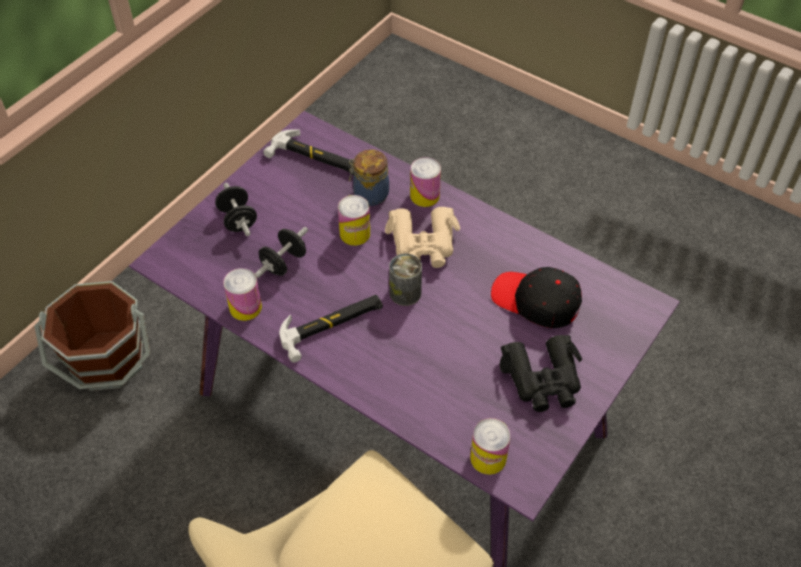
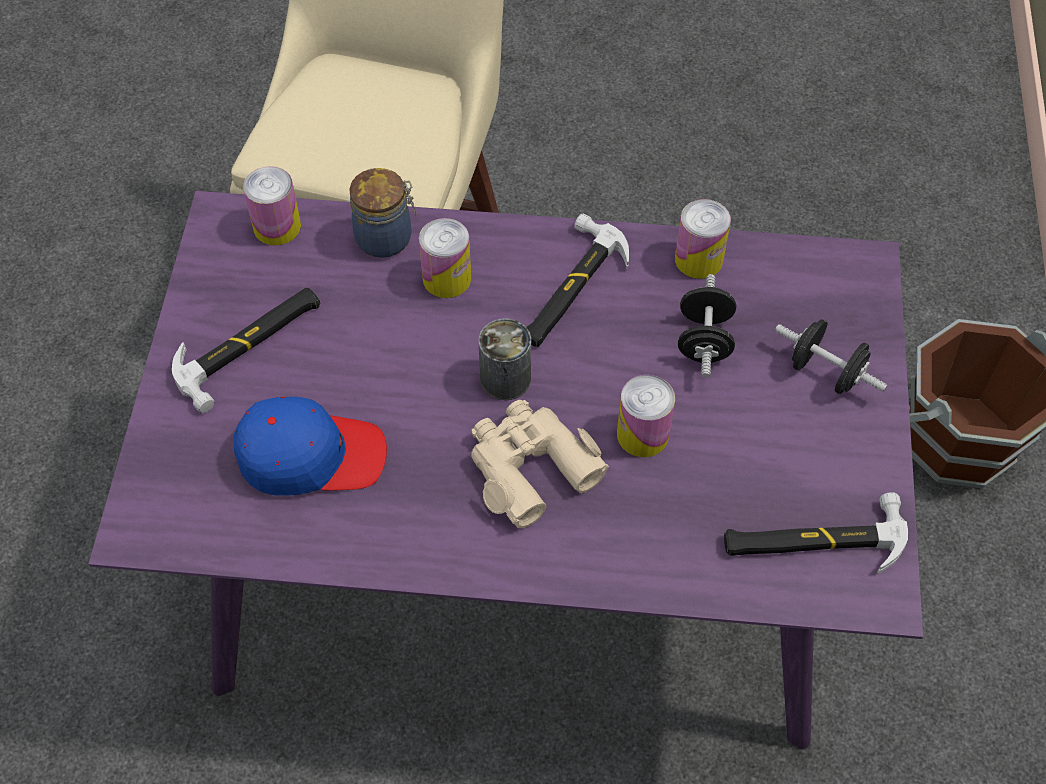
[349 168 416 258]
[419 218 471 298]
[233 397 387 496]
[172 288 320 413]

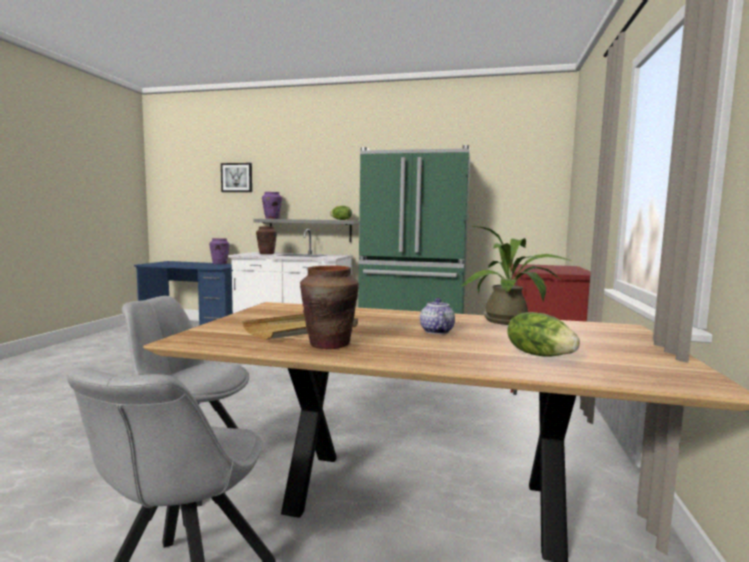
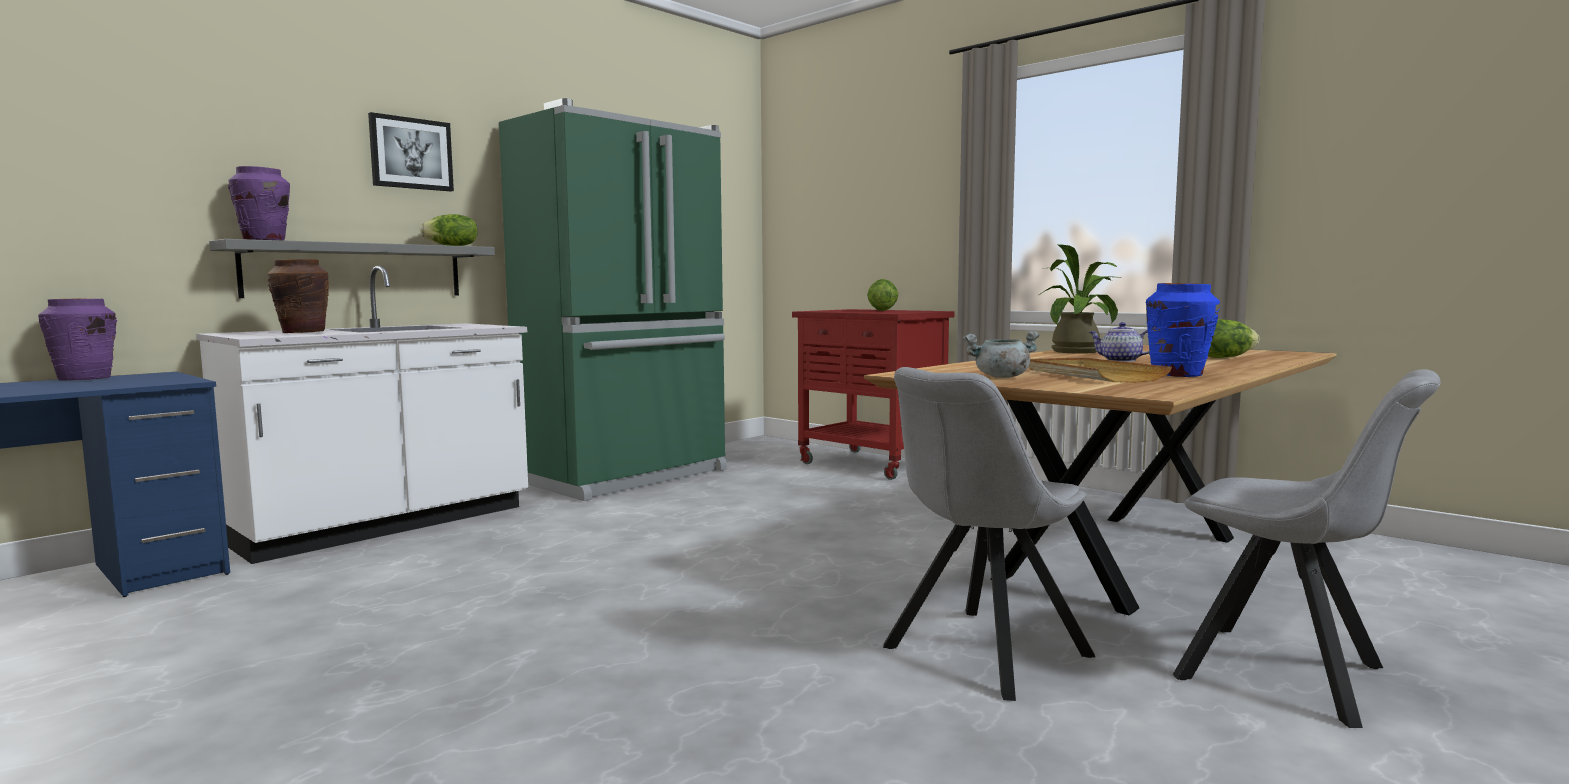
[368 112 454 191]
[1145 283 1220 377]
[867 279 898 311]
[962 331 1040 378]

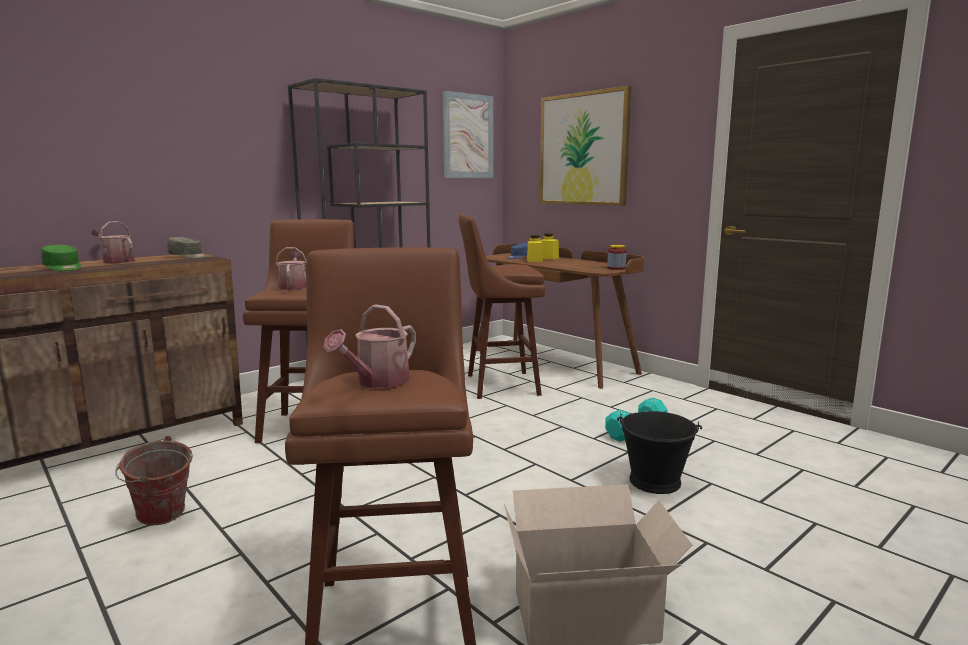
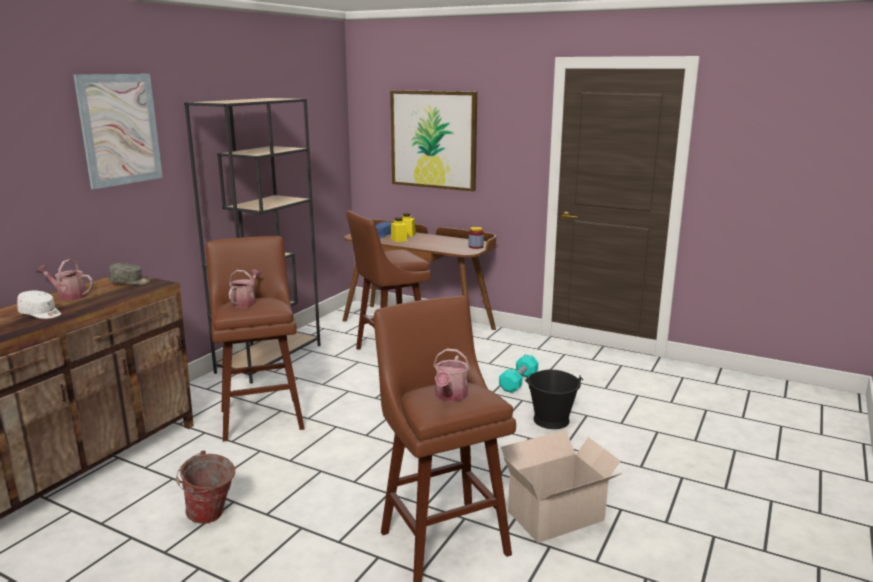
[17 291 61 319]
[229 269 261 308]
[73 74 163 189]

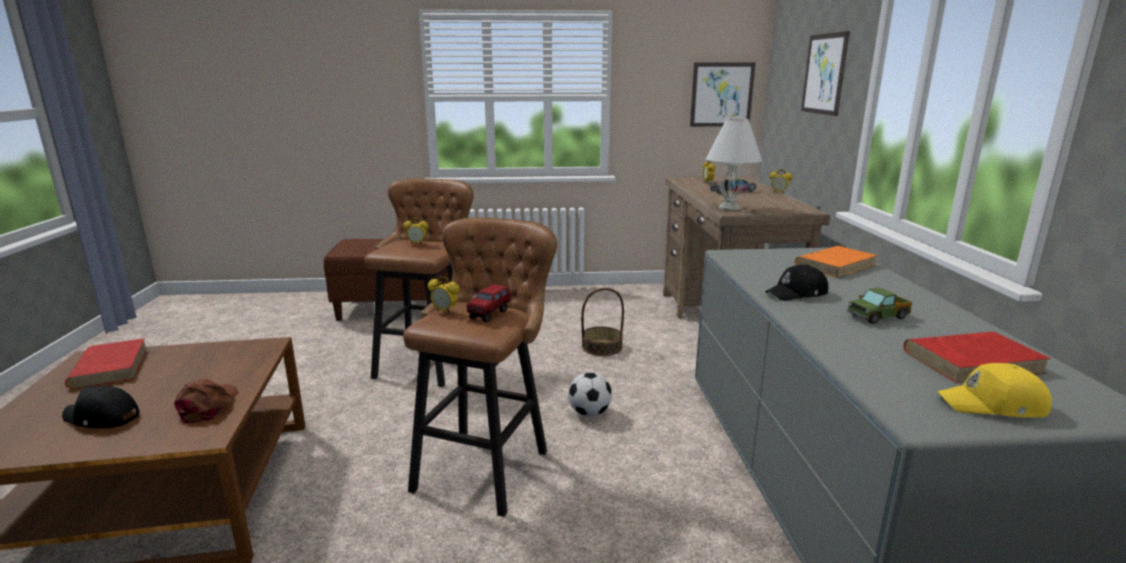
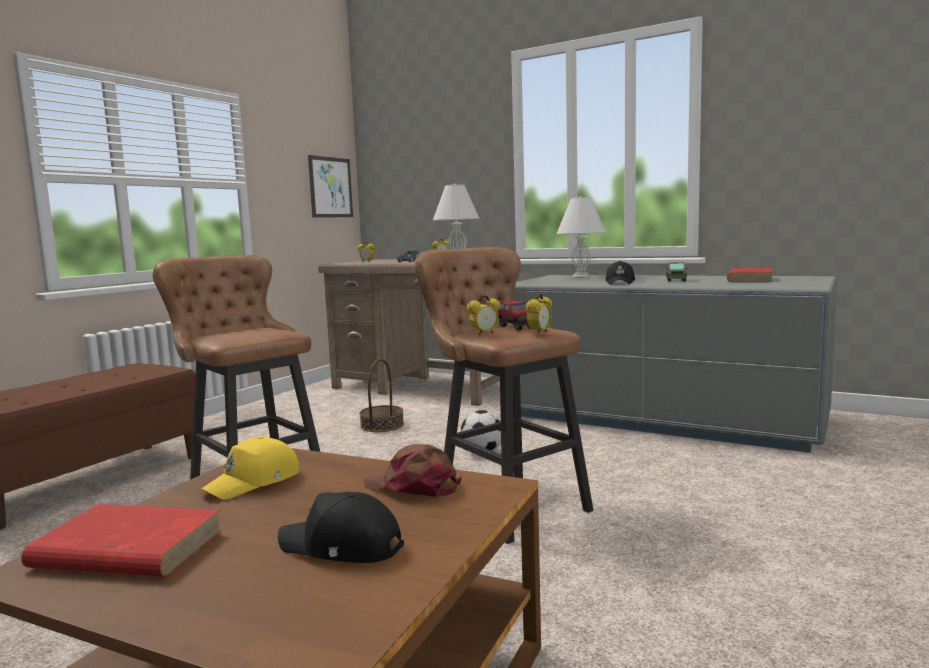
[278 491 404 563]
[526 293 552 334]
[556 196 606 278]
[801 31 850 116] (first image)
[201 436 299 500]

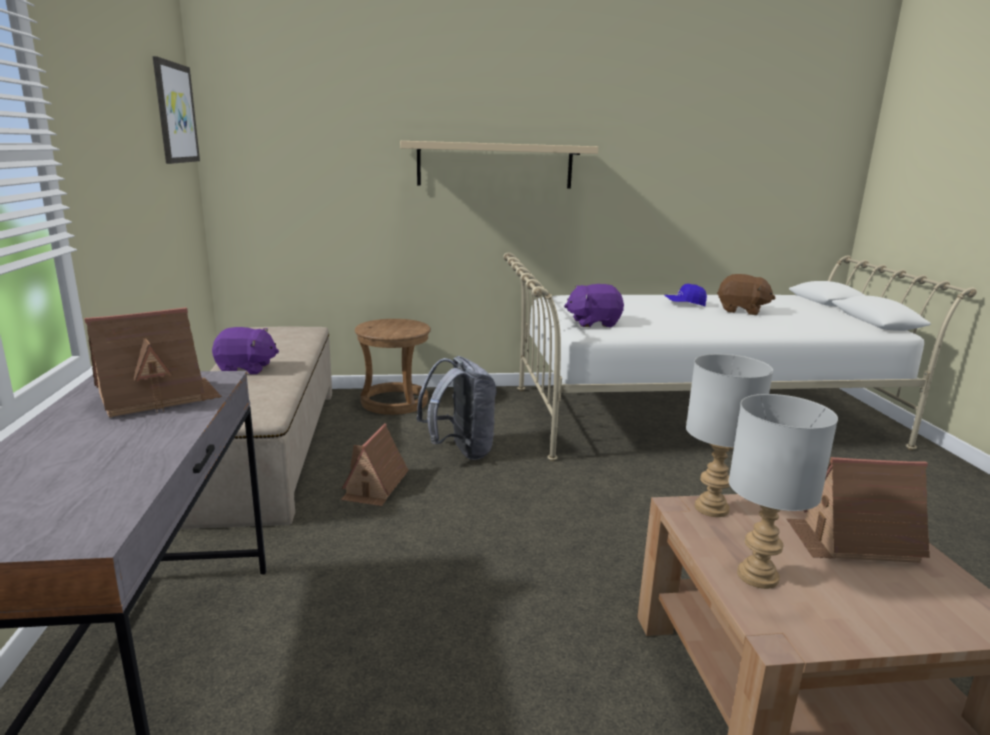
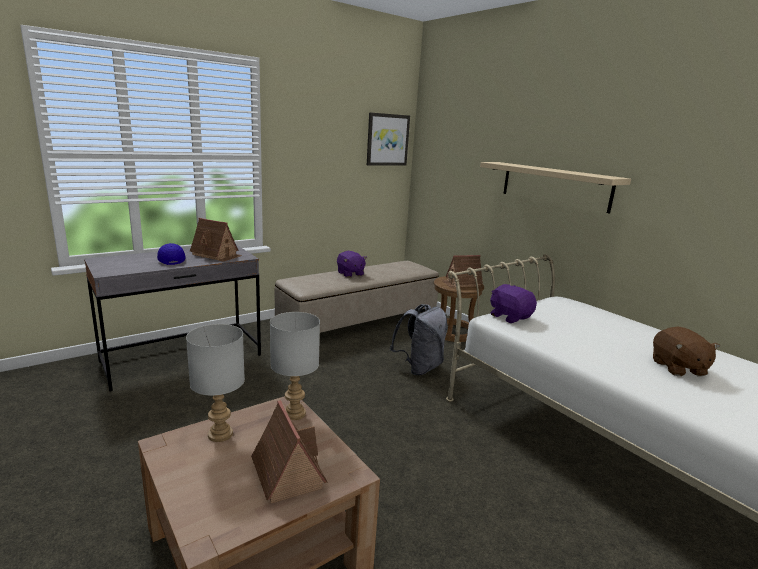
[441 255 483 288]
[157 243 186 265]

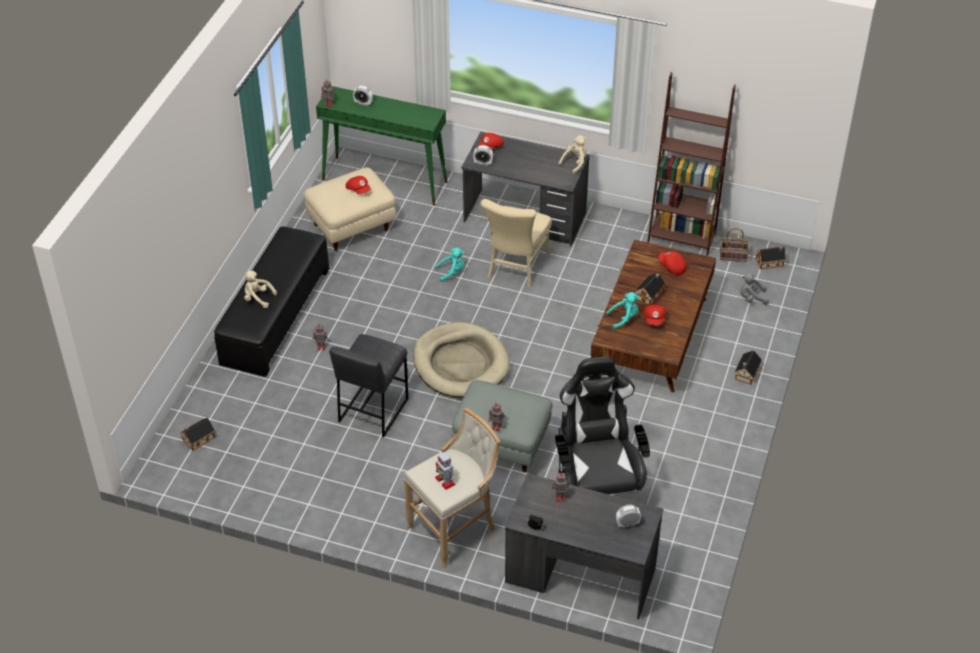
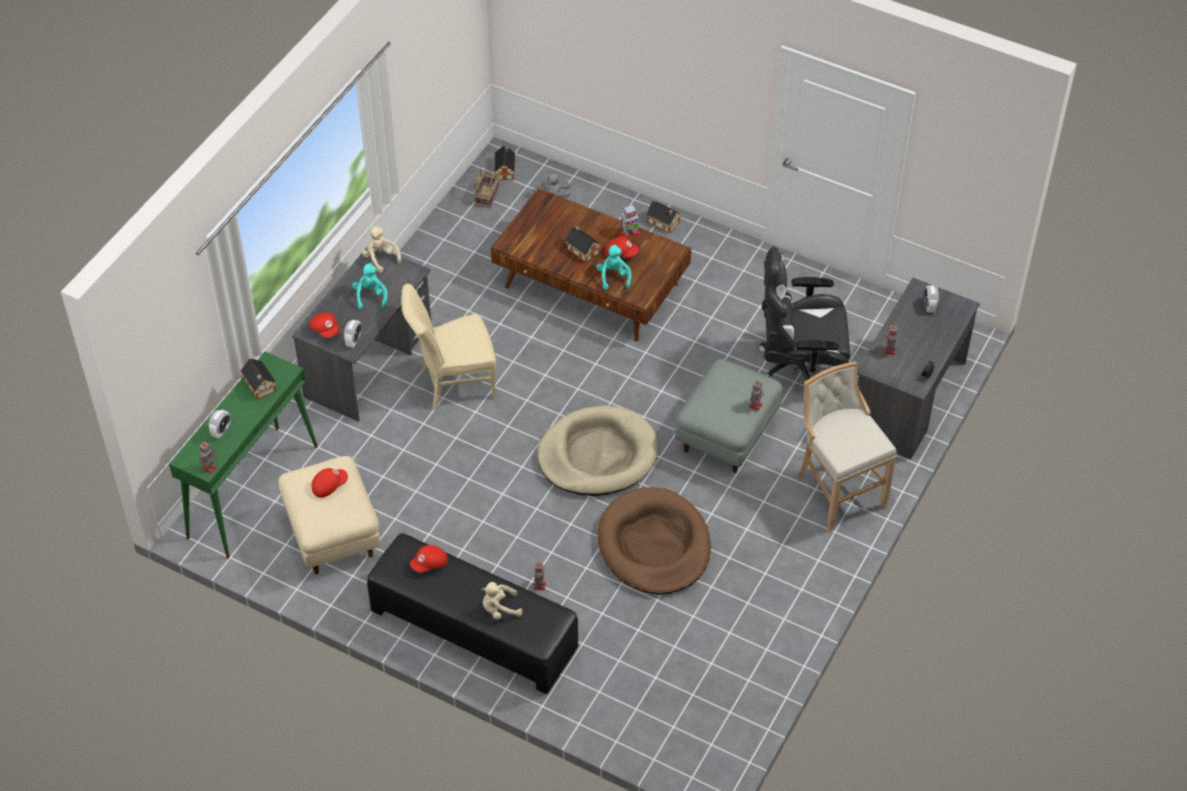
[241 359 276 400]
[482 582 522 620]
[597 487 711 594]
[352 263 388 309]
[619 204 641 239]
[401 284 498 410]
[647 72 736 256] (first image)
[410 545 448 573]

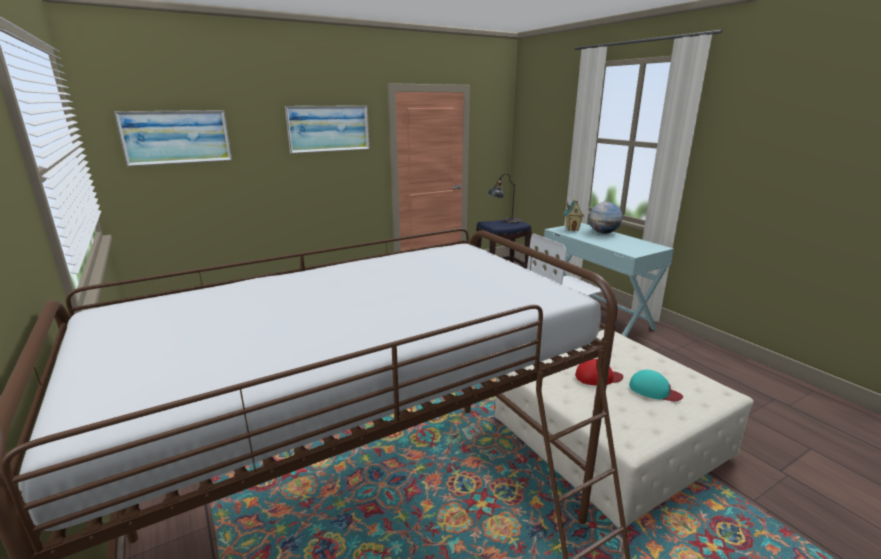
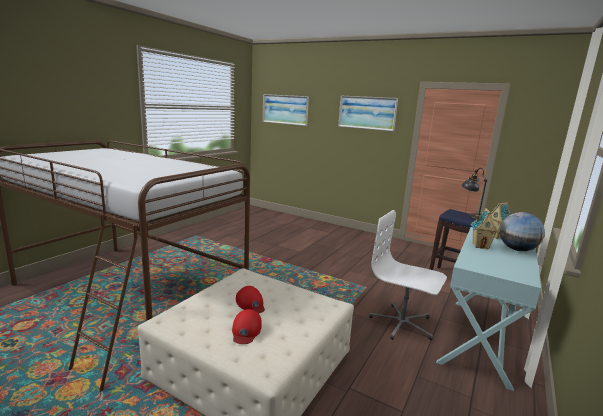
[232 309 262 344]
[471 208 499 249]

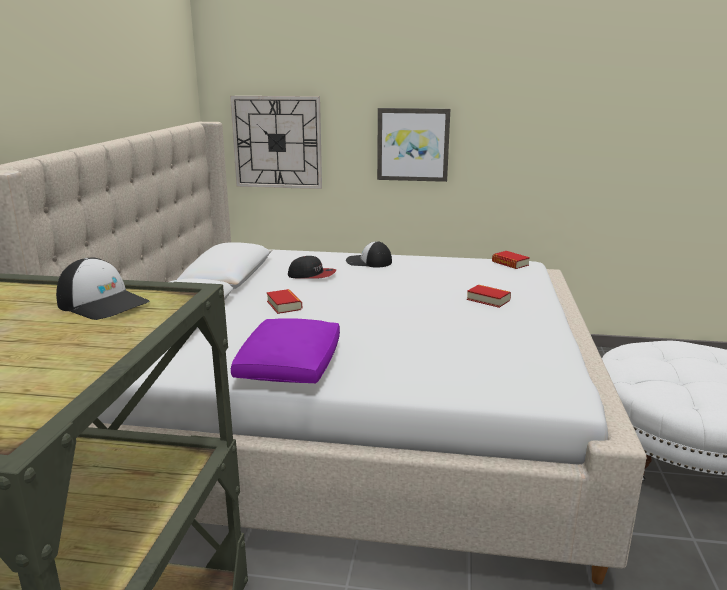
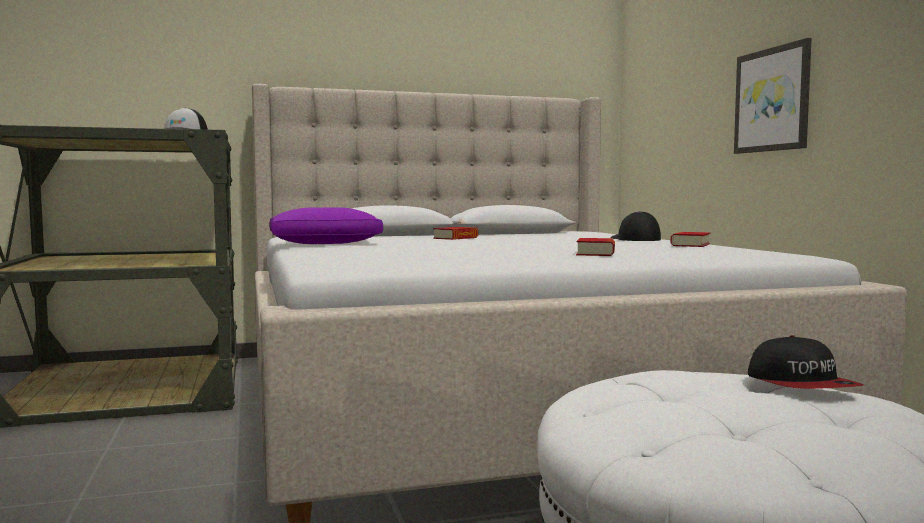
[230 96 322 189] (first image)
[748 335 864 389]
[671 232 710 247]

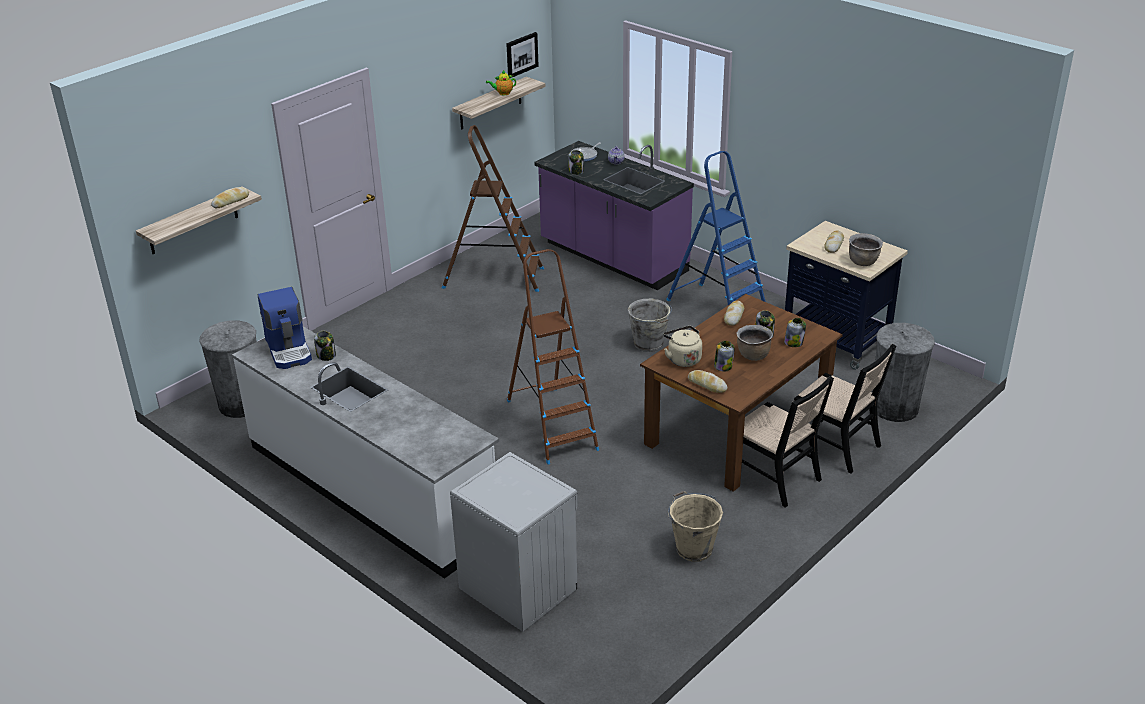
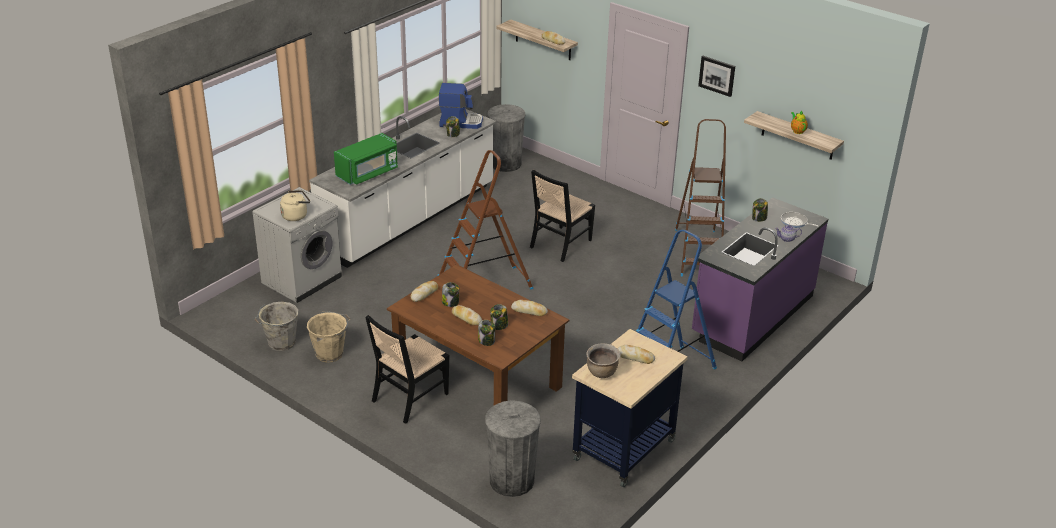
[439 83 483 129]
[698 56 735 97]
[255 302 298 351]
[280 190 310 221]
[452 305 482 326]
[530 170 595 262]
[334 133 398 185]

